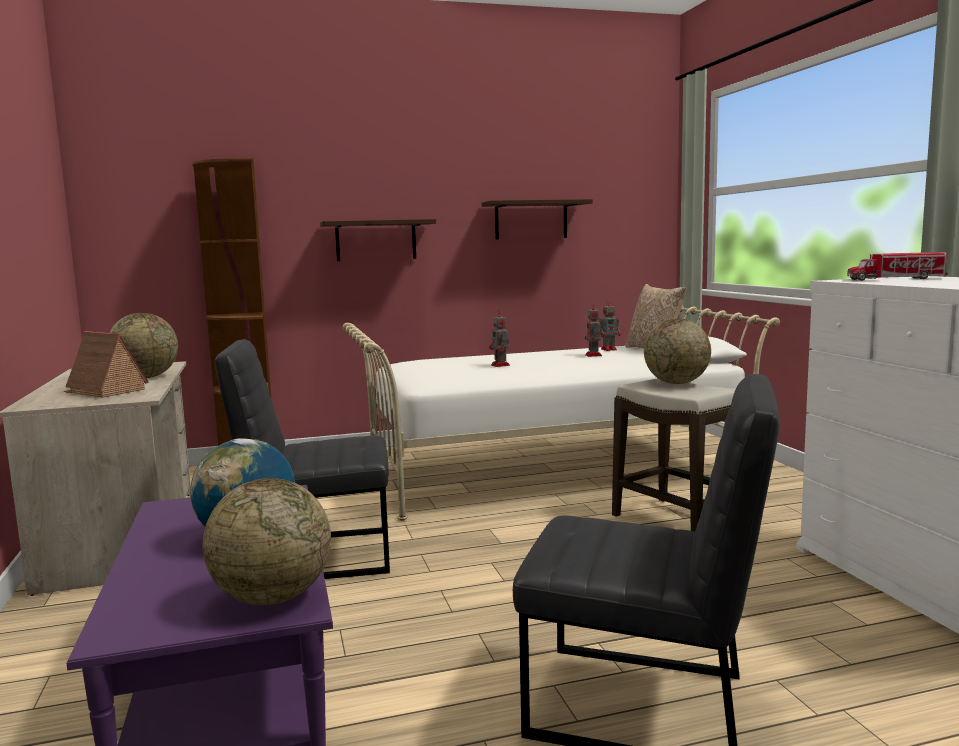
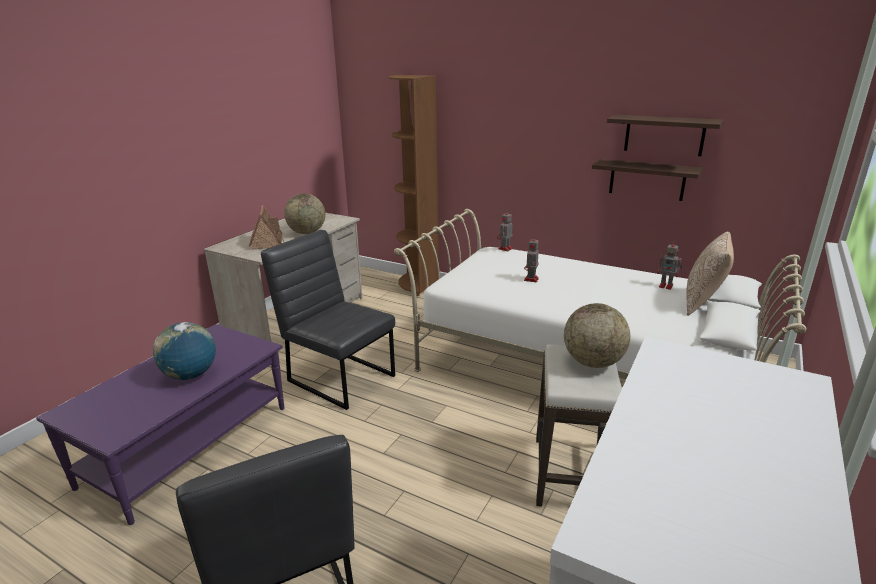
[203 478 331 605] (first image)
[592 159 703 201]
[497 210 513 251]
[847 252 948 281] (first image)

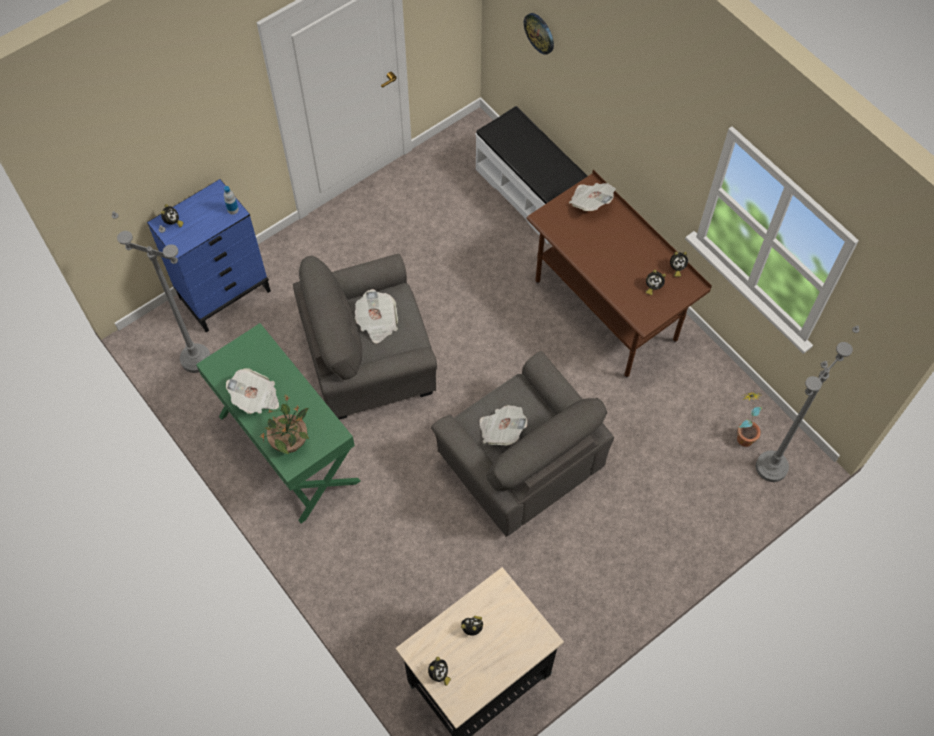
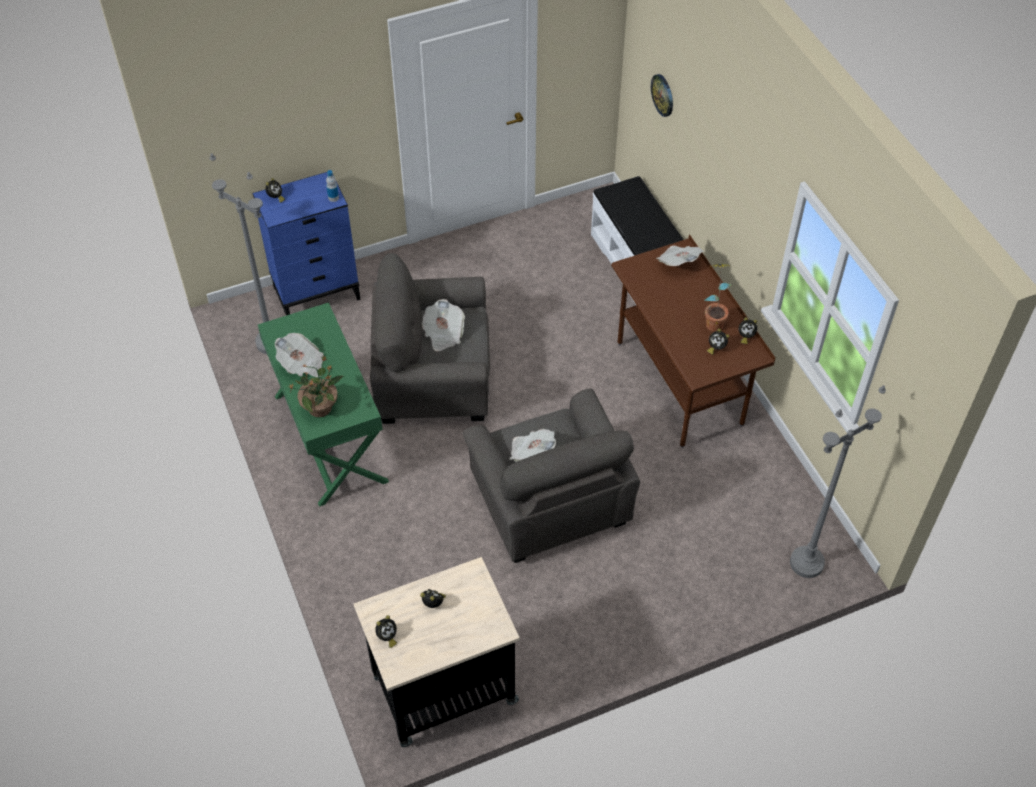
[704 264 732 332]

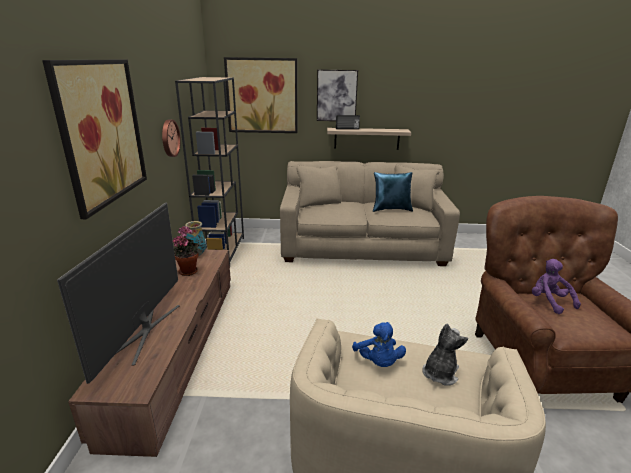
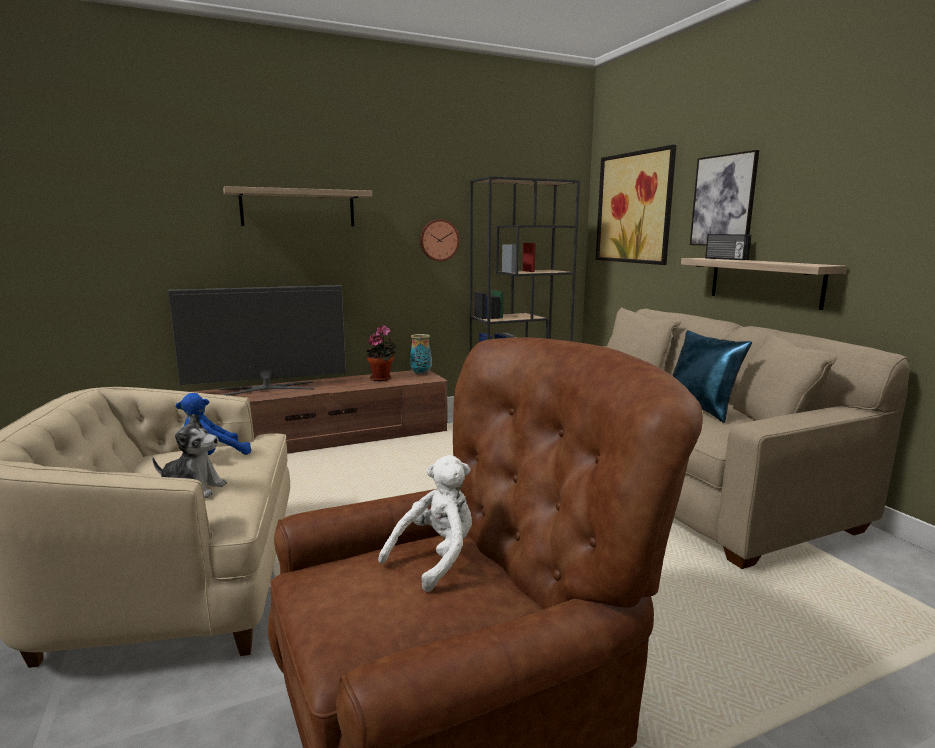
[223 186 372 227]
[378 455 472 592]

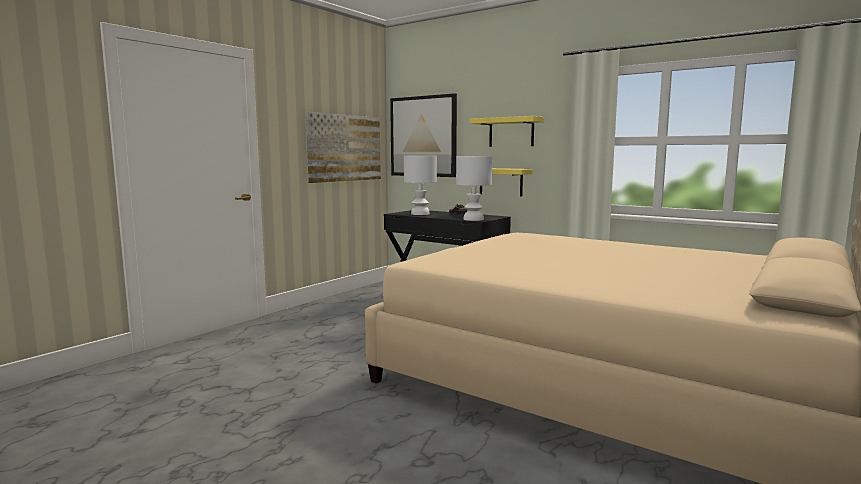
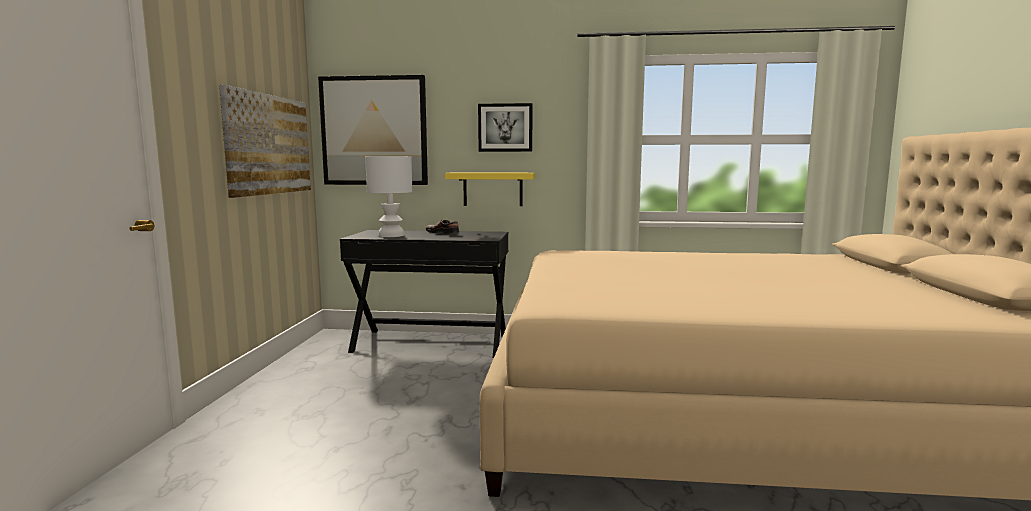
[456 156 492 221] (first image)
[478 103 532 152]

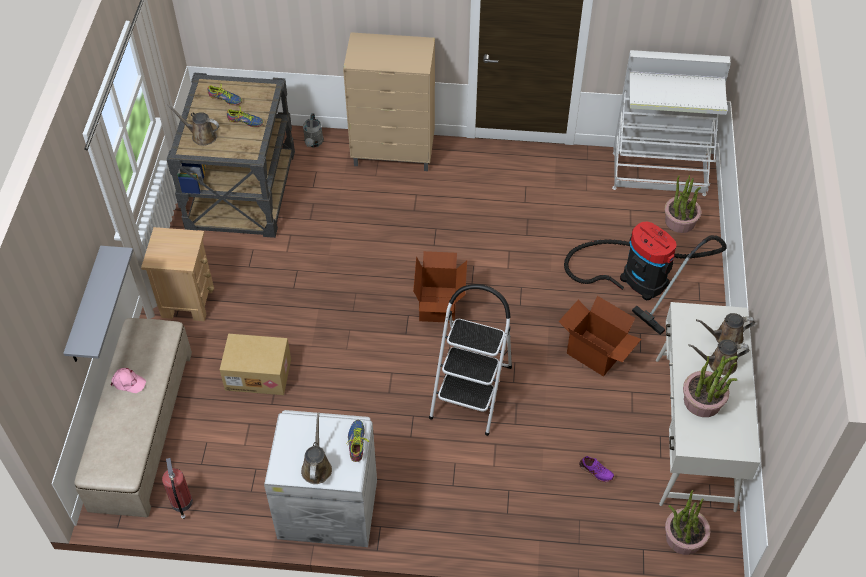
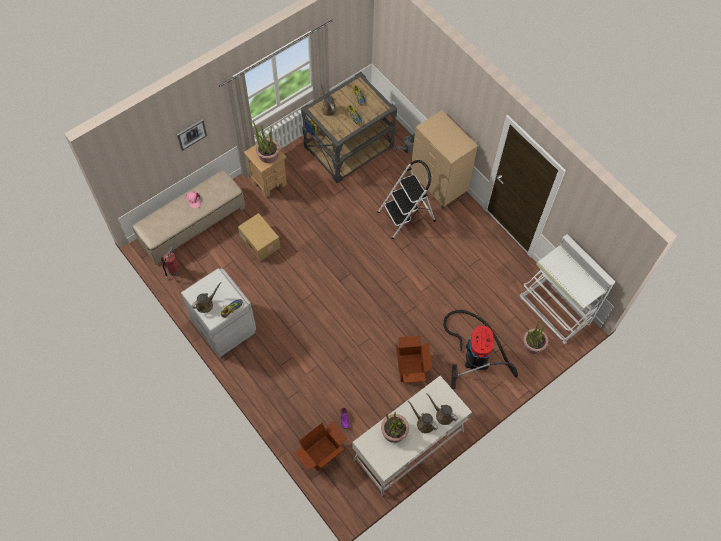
[63 246 133 362] (first image)
[294 422 348 471]
[378 160 436 239]
[253 122 280 163]
[177 119 207 151]

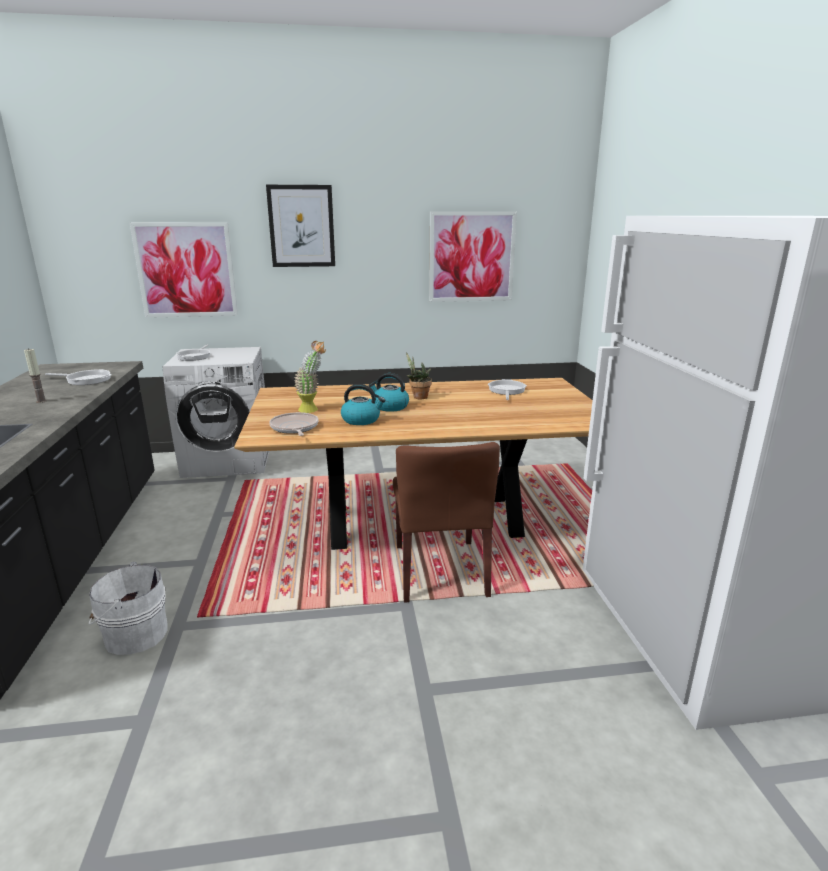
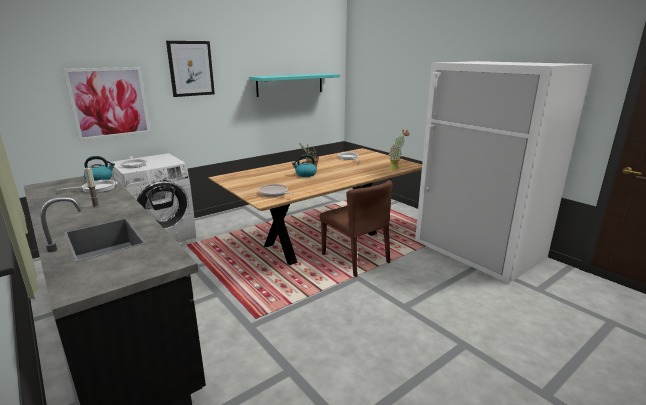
[89 562 167 655] (first image)
[389 130 409 170]
[84 156 115 181]
[249 73 340 97]

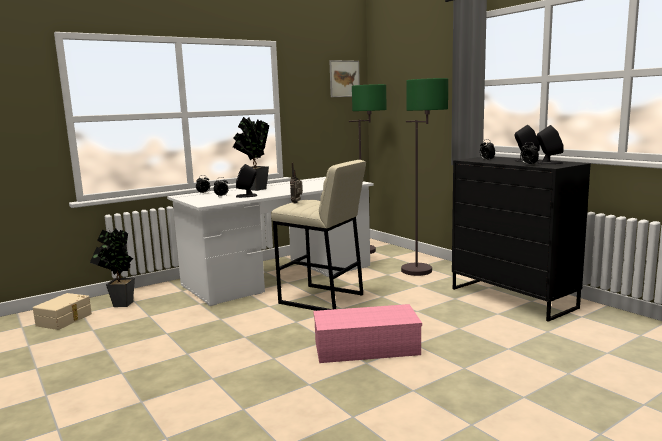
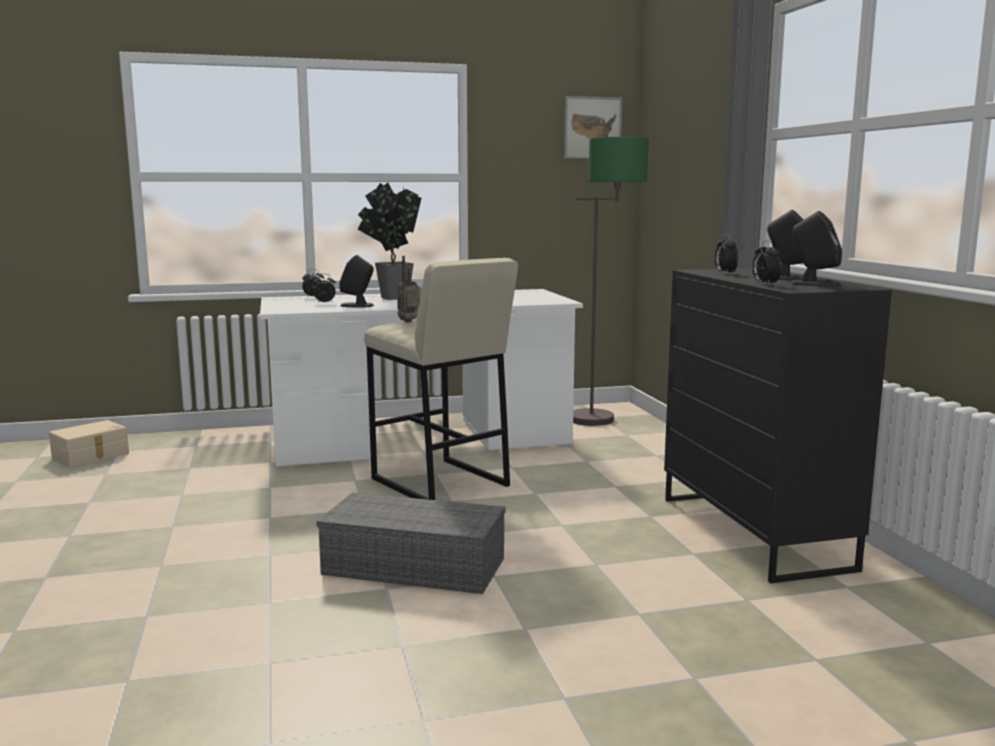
[90 229 135 307] (first image)
[316 492 506 594]
[401 78 448 276] (first image)

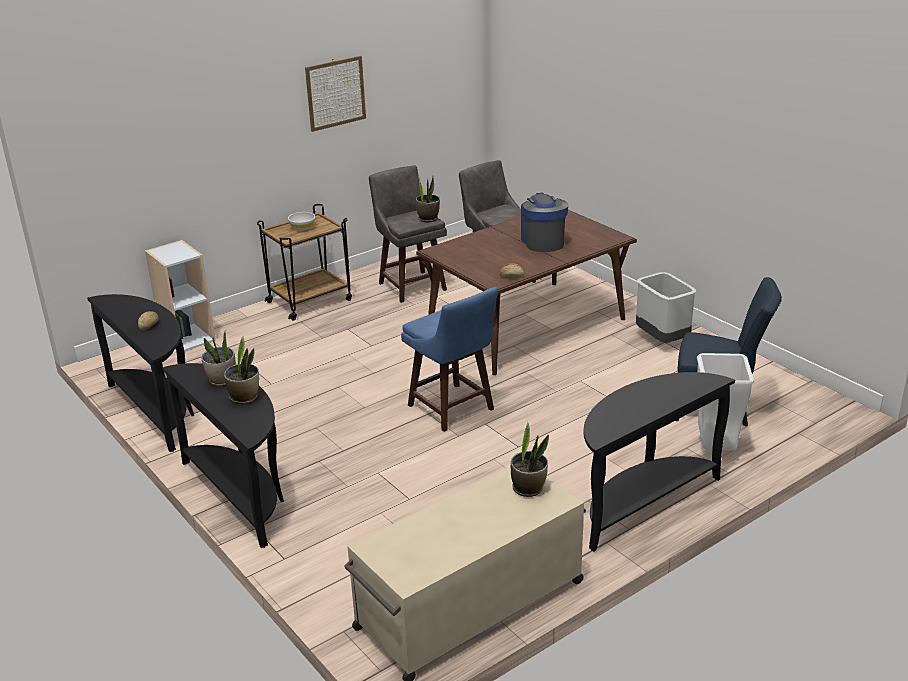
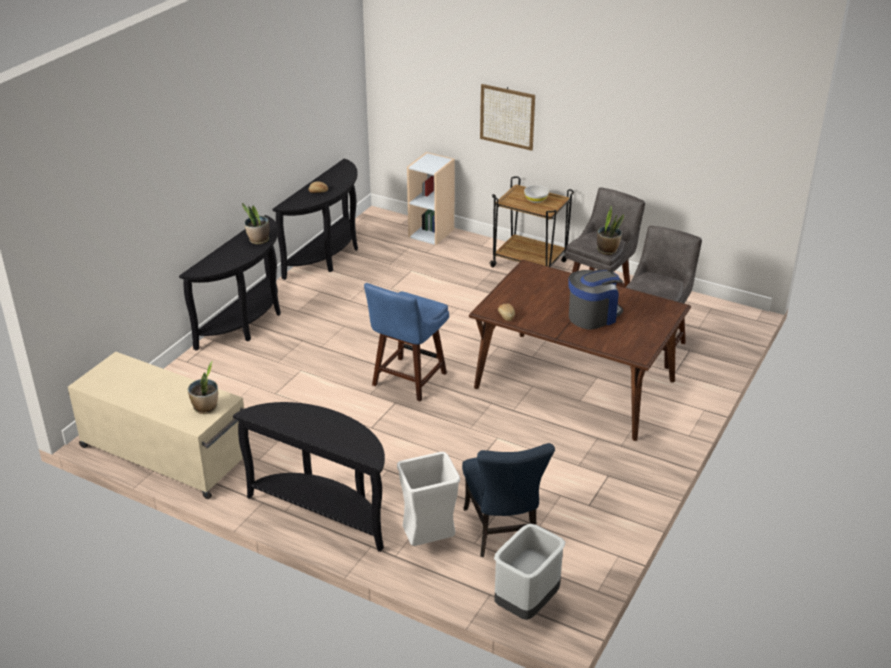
[224 336 259 404] (first image)
[480 84 535 151]
[494 524 565 620]

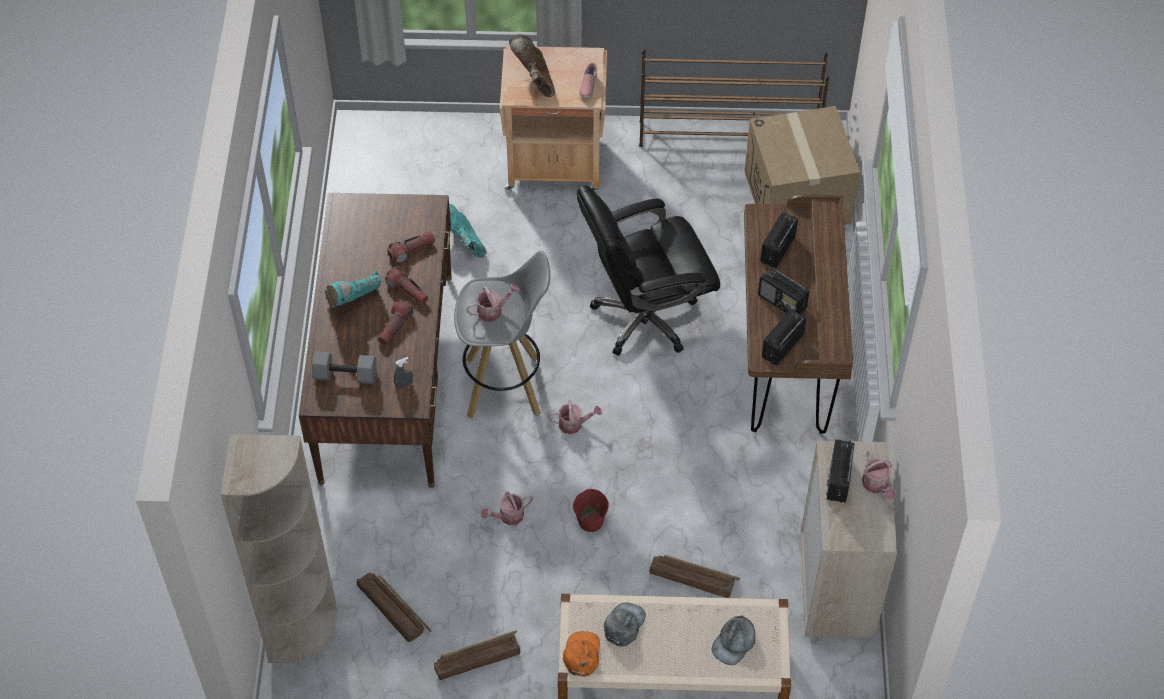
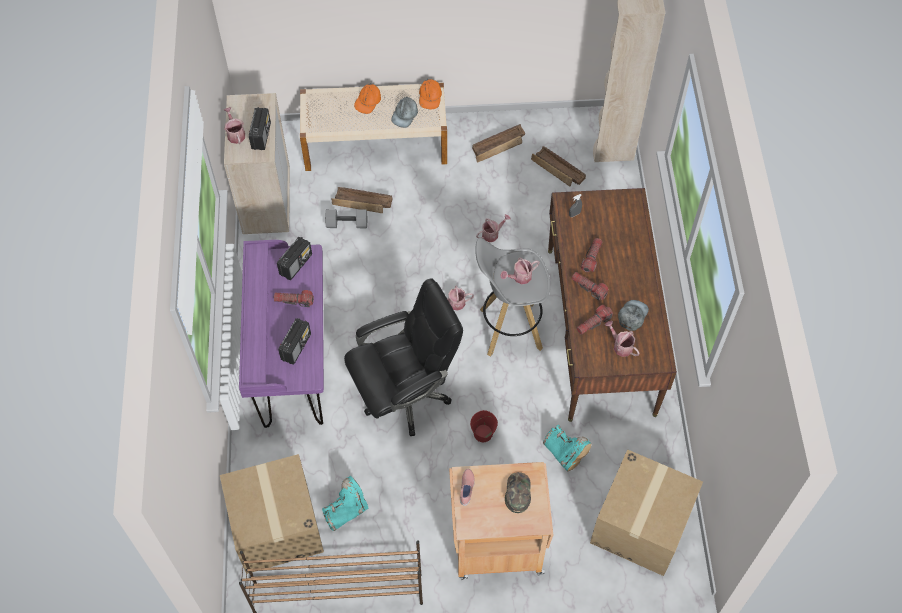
[325 209 367 228]
[322 476 368 531]
[505 472 531 513]
[470 410 498 442]
[618 300 649 331]
[239 240 324 428]
[274 290 314 307]
[354 83 381 114]
[590 449 703 576]
[605 321 640 357]

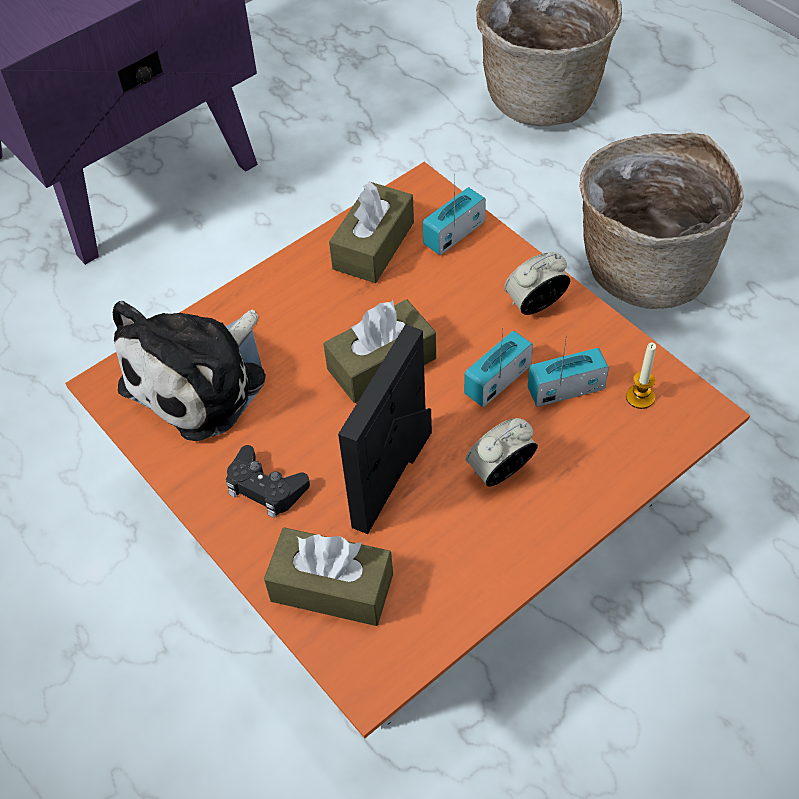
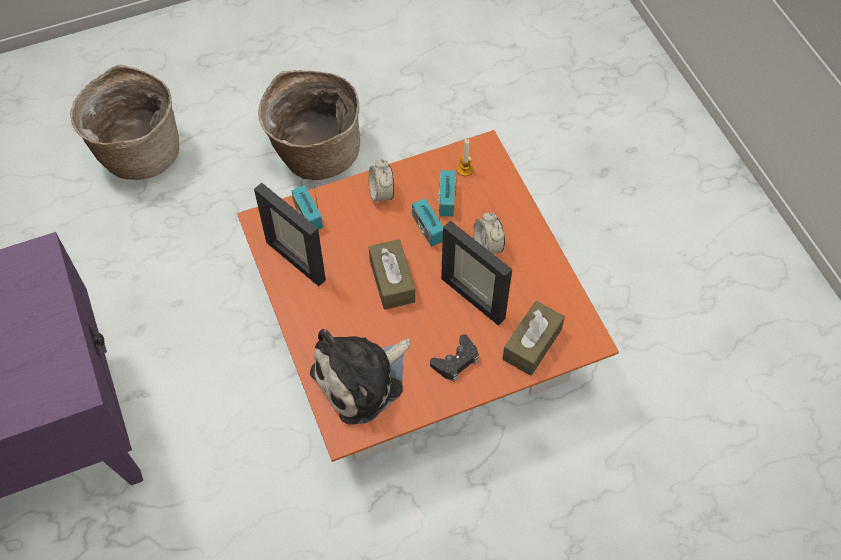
[310 329 411 425]
[254 183 326 286]

